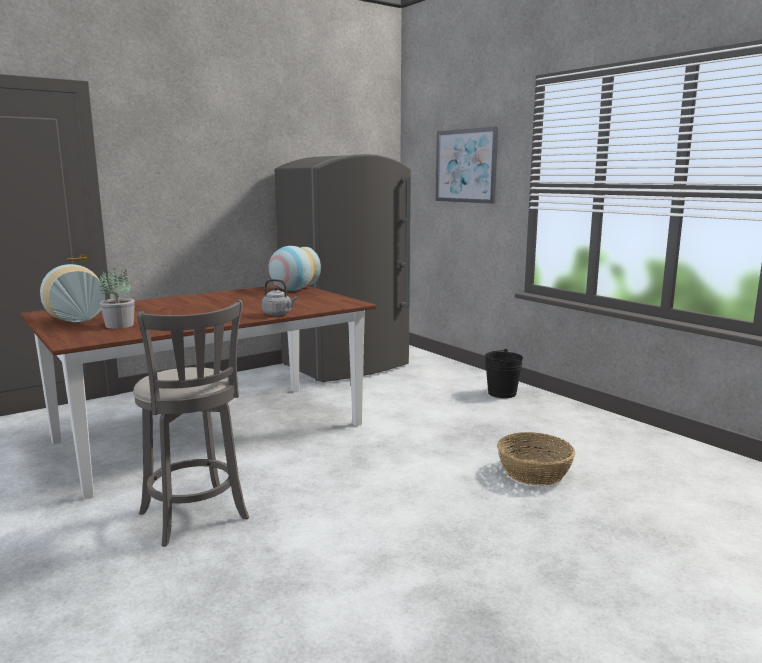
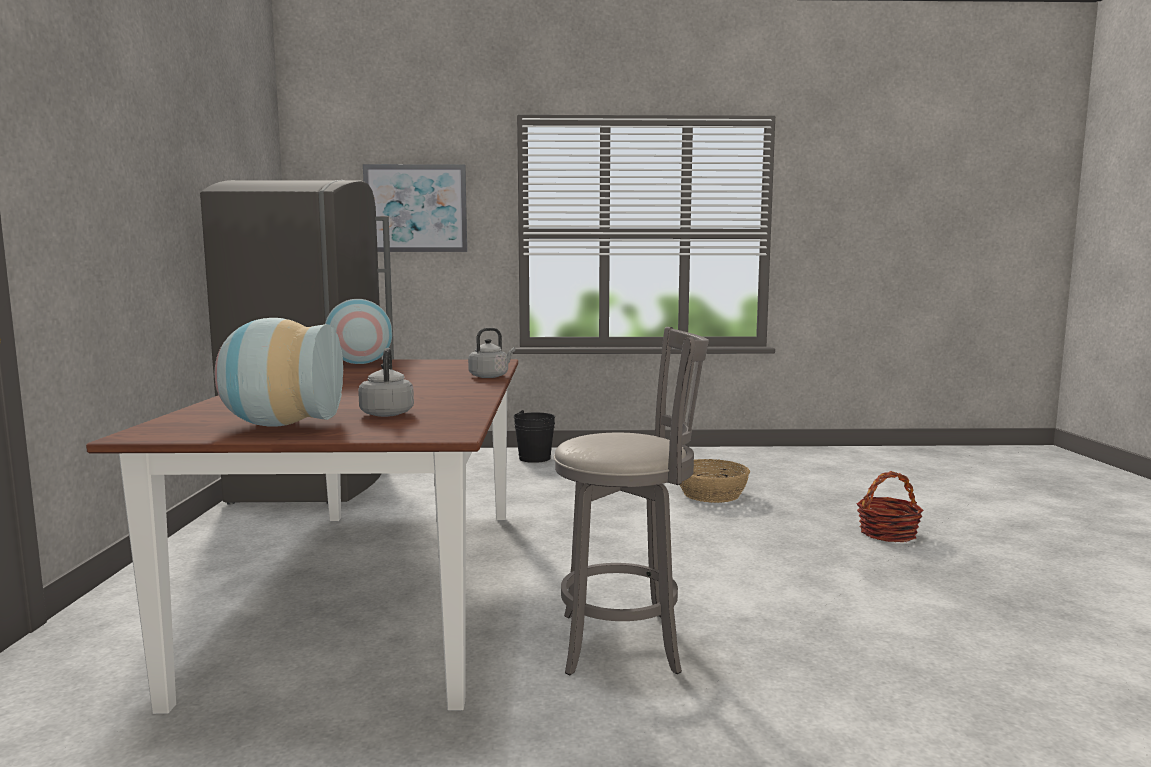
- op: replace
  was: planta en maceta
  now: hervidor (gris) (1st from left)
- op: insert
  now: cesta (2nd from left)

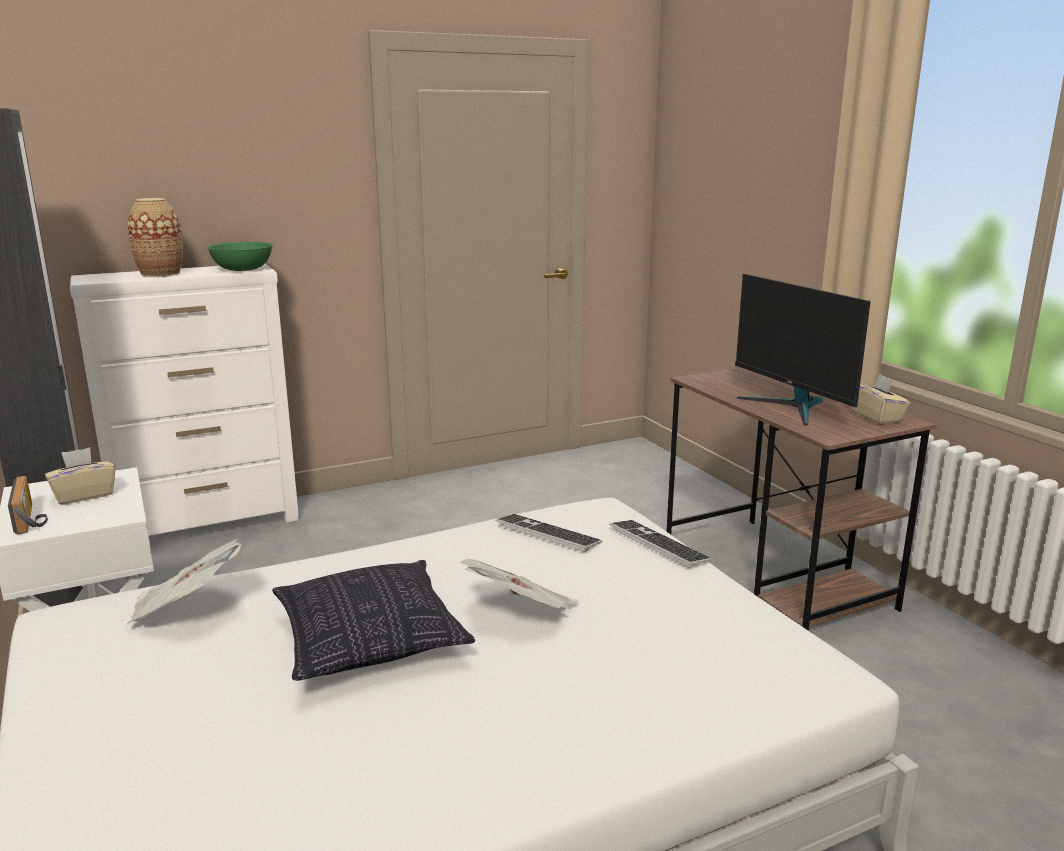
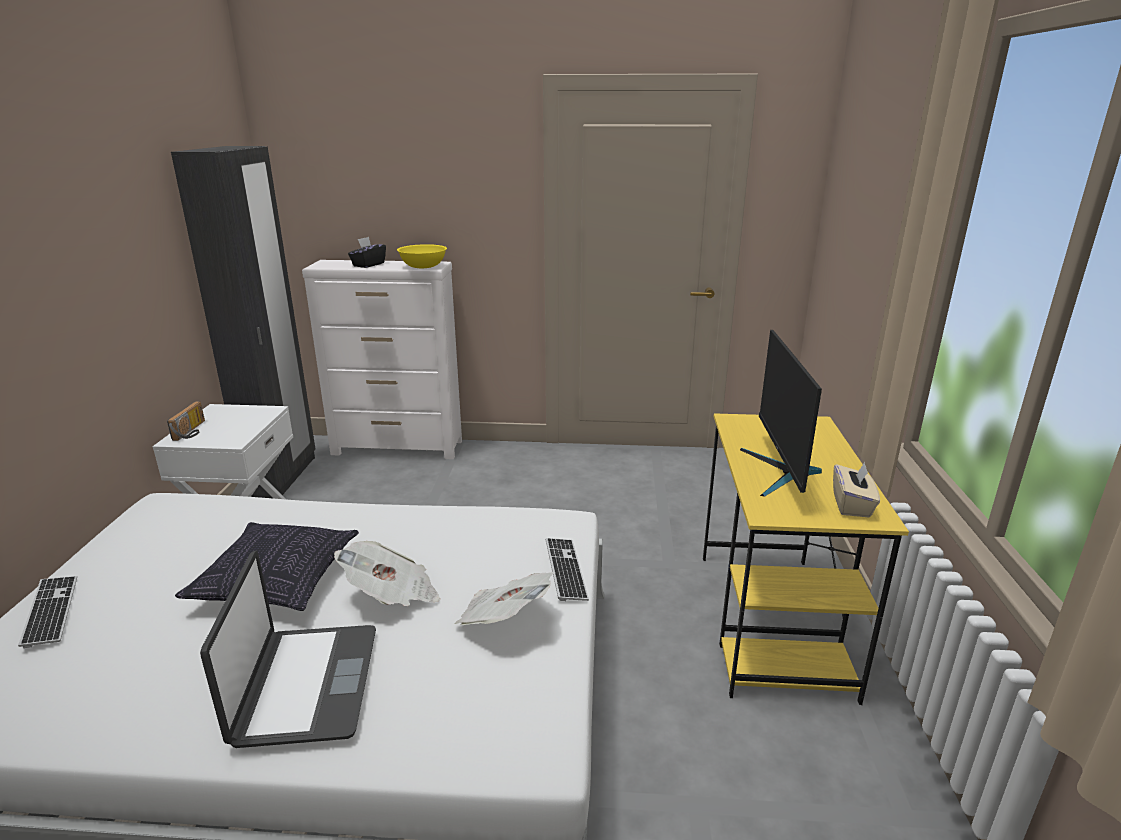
- op: delete
  was: caja de pañuelos (beis) (1st from left)
- op: move
  was: periódico (1st from left in the first image)
  now: periódico (2nd from left)
- op: replace
  was: florero
  now: caja de pañuelos (negro)
- op: recolor
  was: cuenco (verde)
  now: cuenco (amarillo)
- op: move
  was: teclado (1st from left)
- op: recolor
  was: escritorio (marrón)
  now: escritorio (amarillo)
- op: insert
  now: portátil

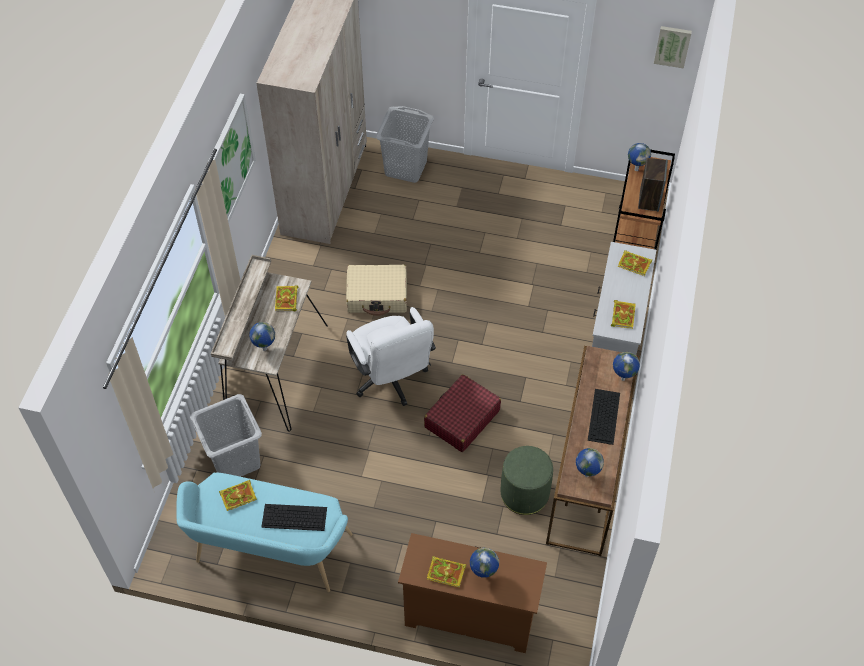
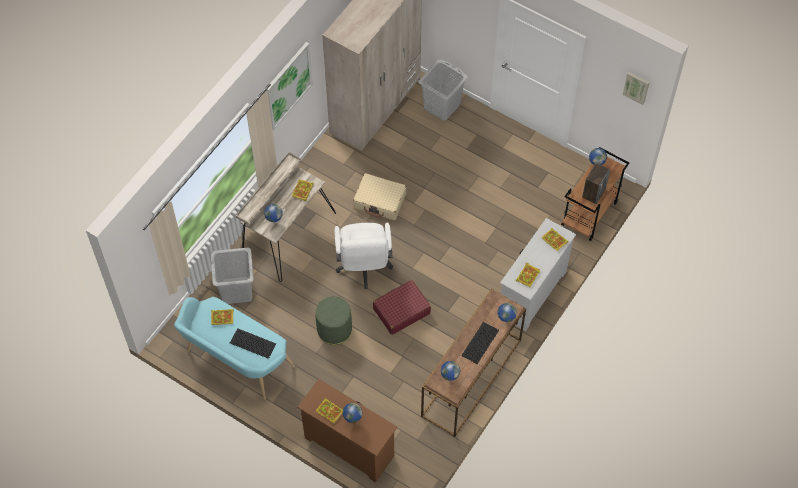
- op: move
  was: puf (verde)

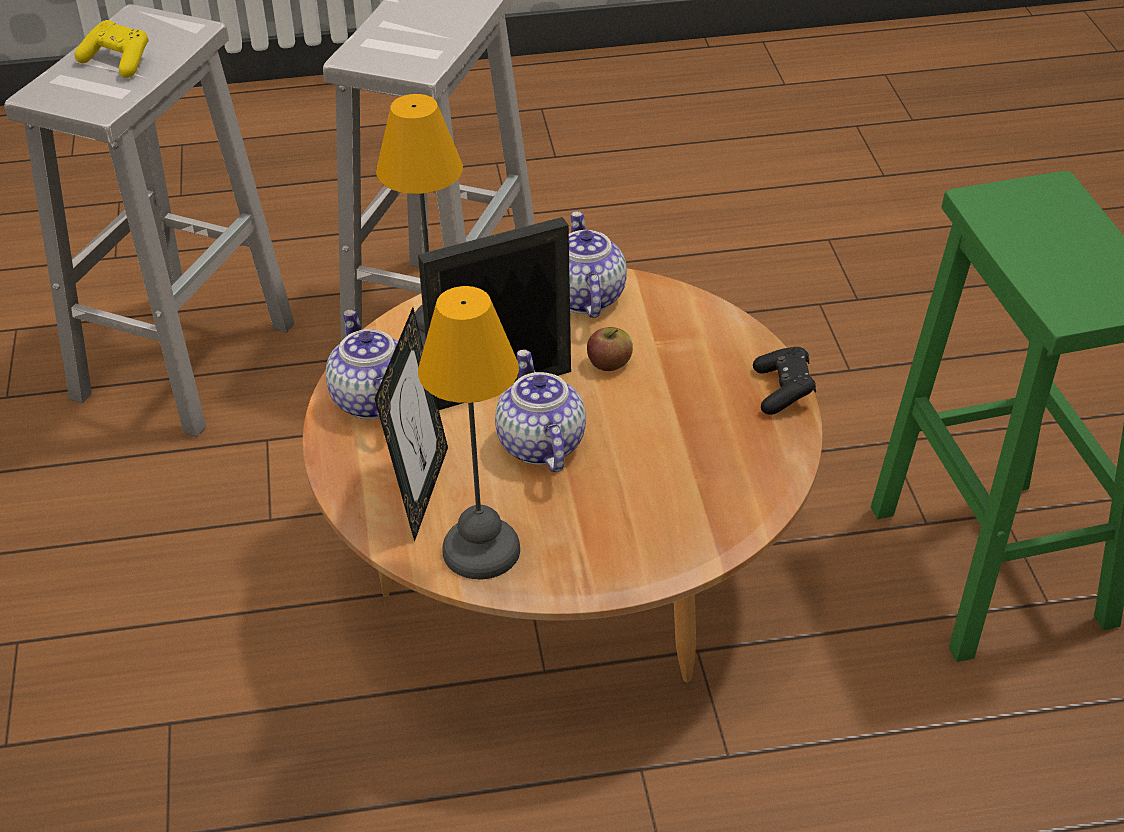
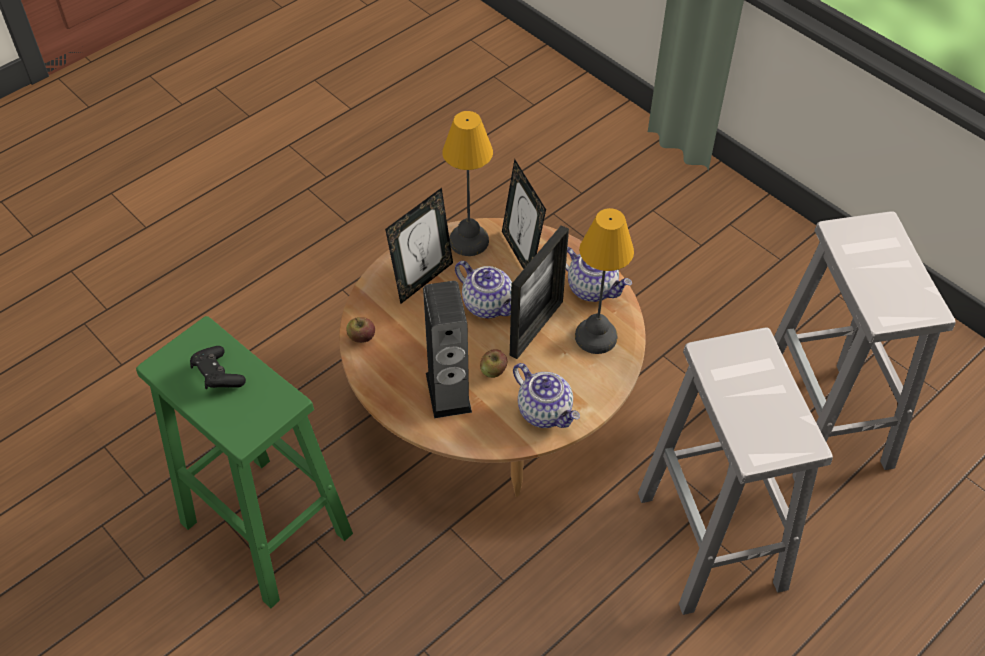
- op: delete
  was: mando de consola (amarillo)
- op: move
  was: mando de consola (negro)
- op: insert
  now: manzana (1st from left)
- op: insert
  now: portarretratos (1st from left)
- op: insert
  now: altavoz

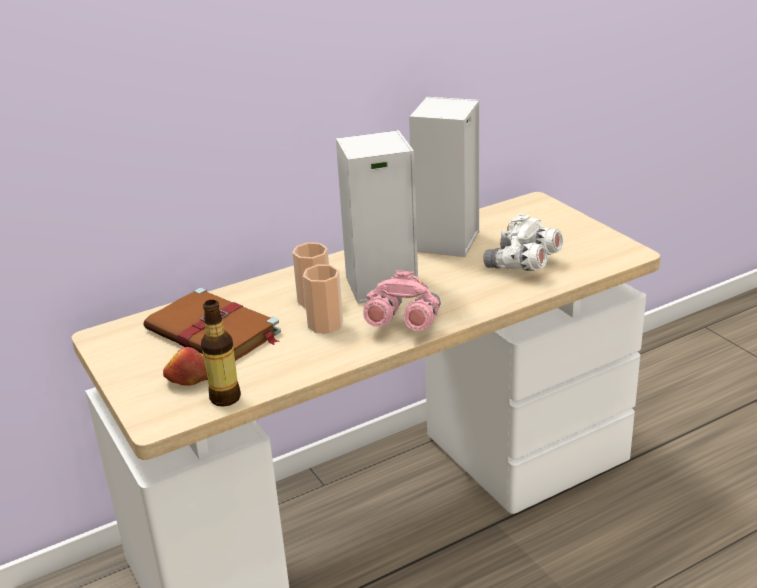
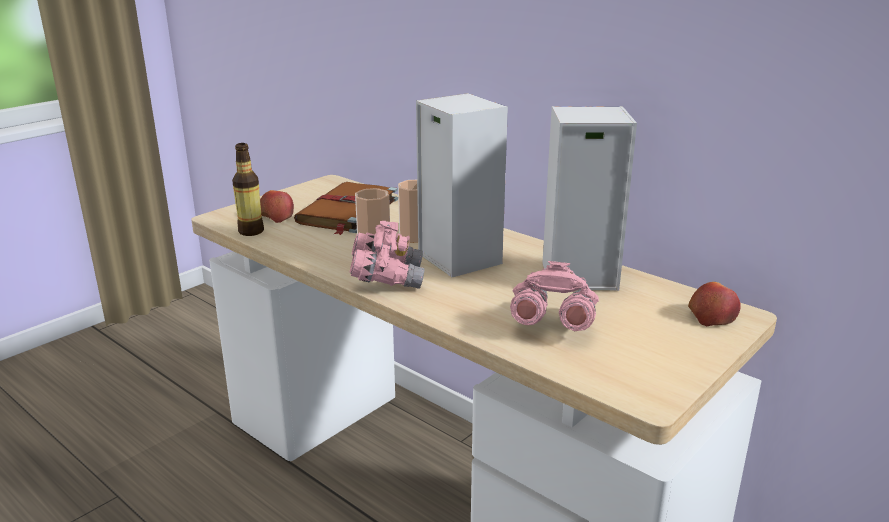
- op: recolor
  was: prismáticos (blanco)
  now: prismáticos (rosa) (2nd from left)
- op: insert
  now: manzana (2nd from left)

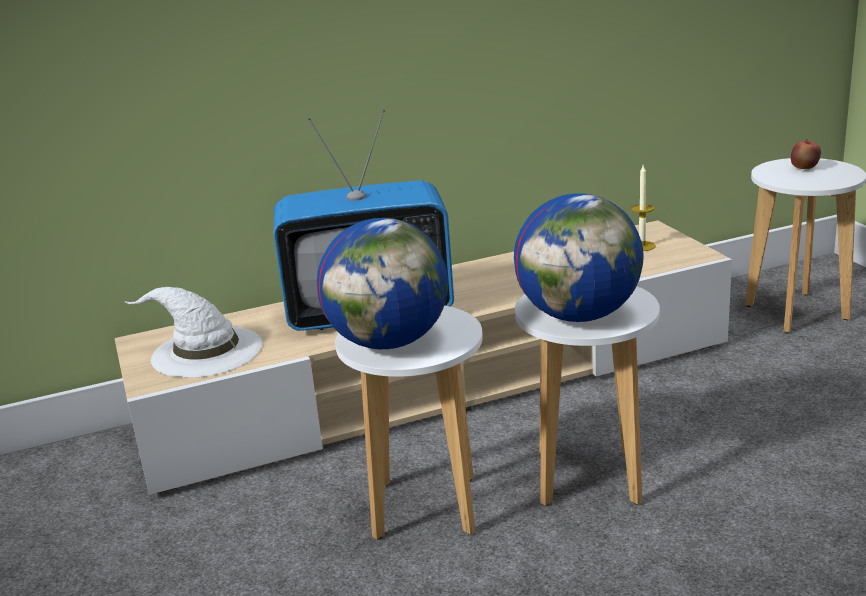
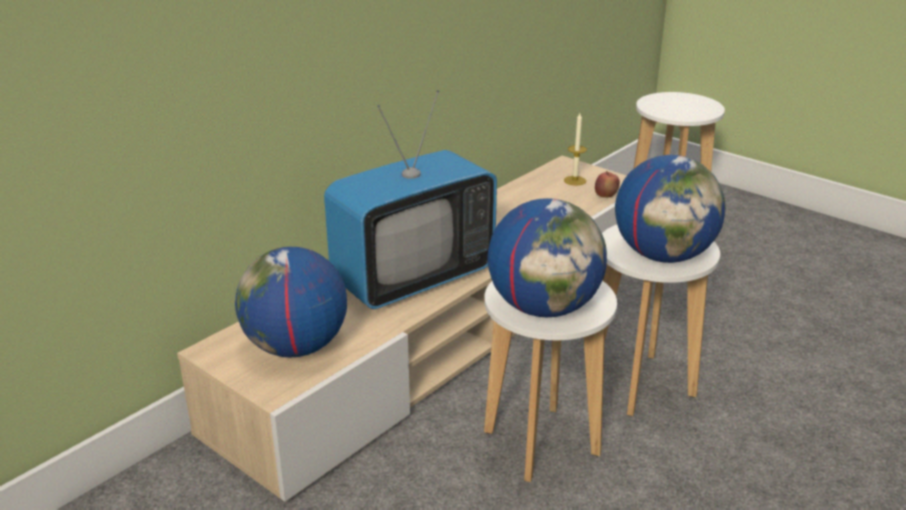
- op: replace
  was: sombrero (blanco)
  now: globo terráqueo (1st from left)
- op: move
  was: manzana

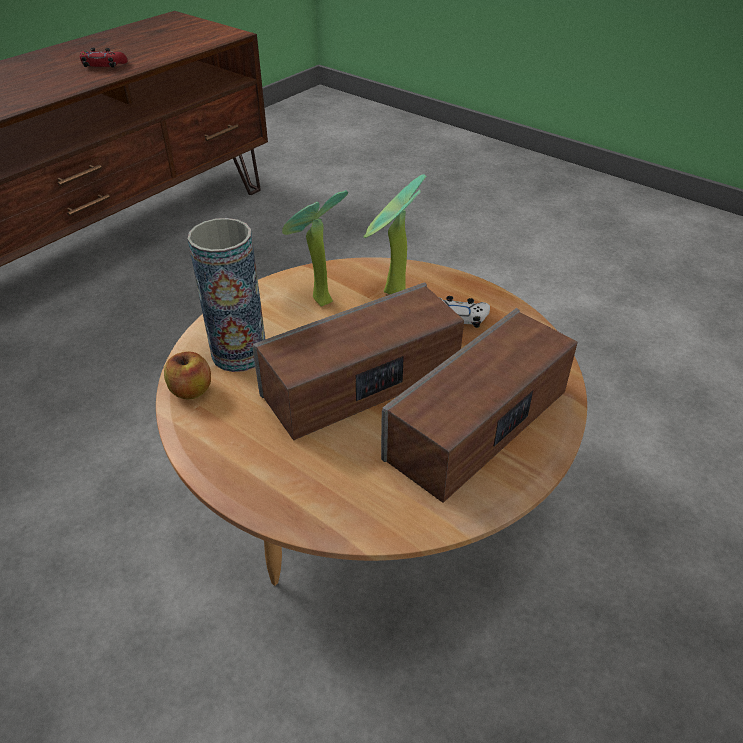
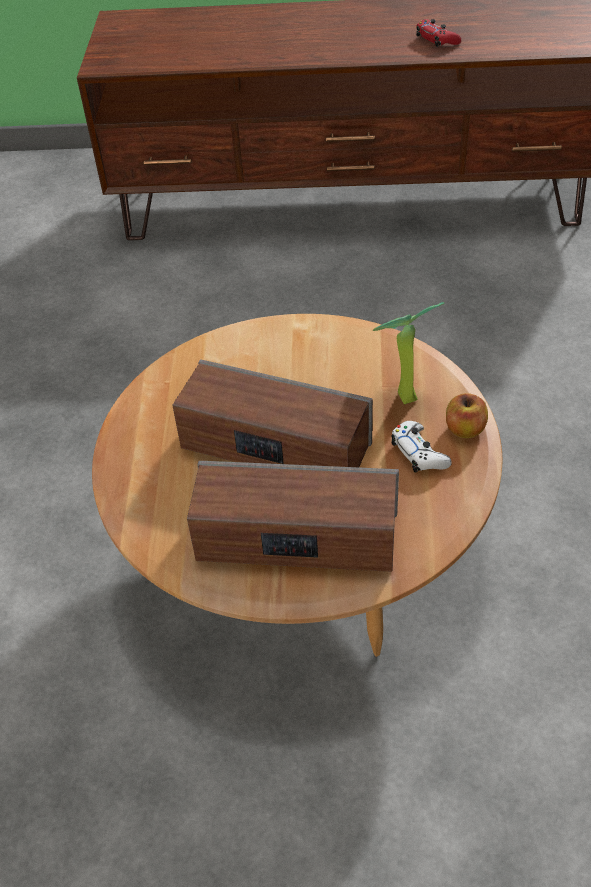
- op: move
  was: manzana
- op: delete
  was: florero
- op: delete
  was: planta en maceta (1st from left)

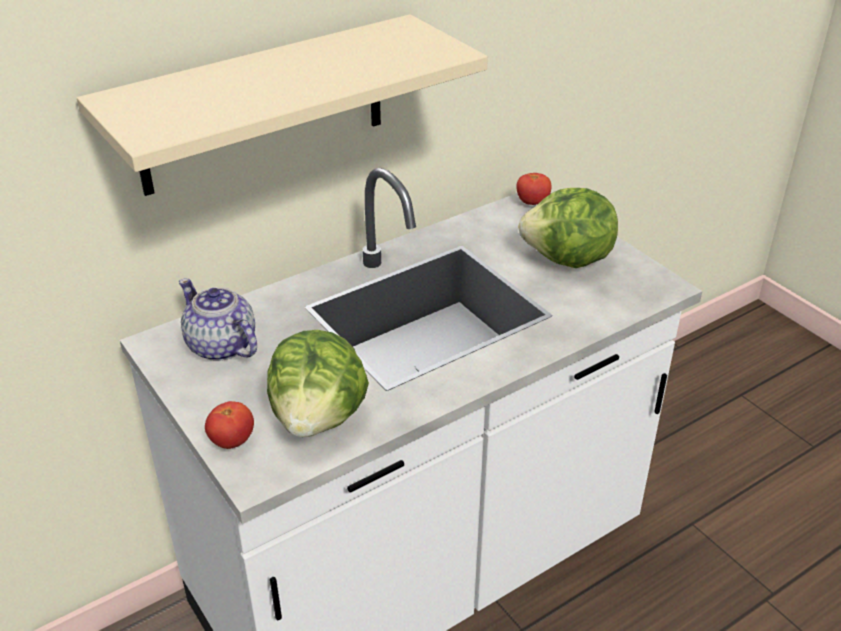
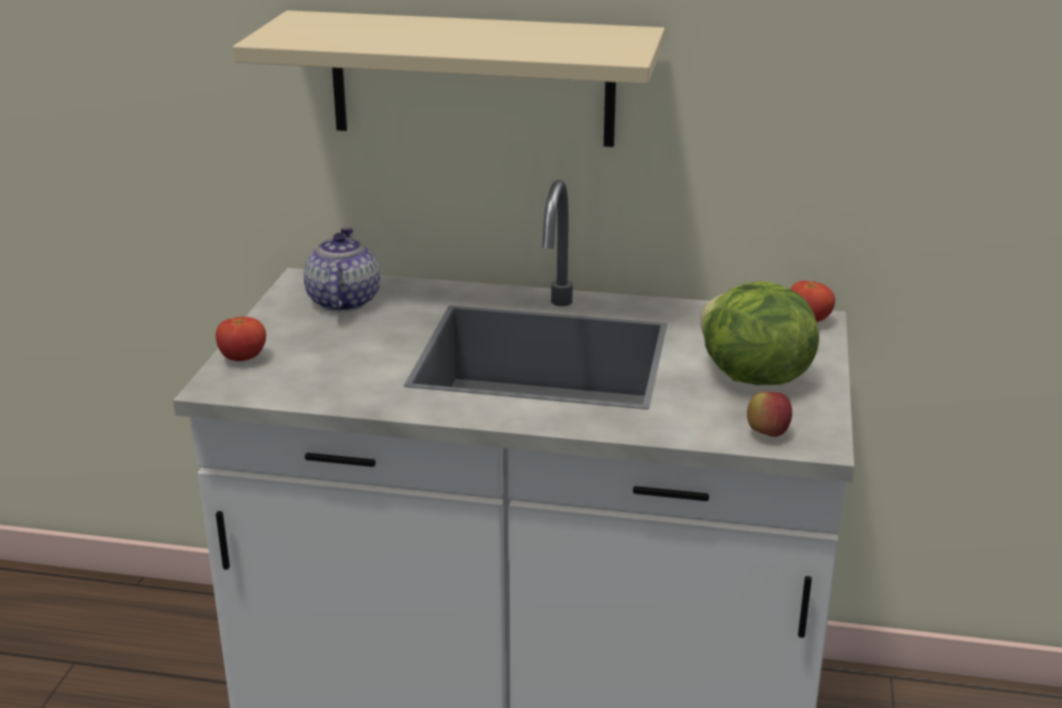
- op: delete
  was: lechuga (1st from left)
- op: insert
  now: manzana

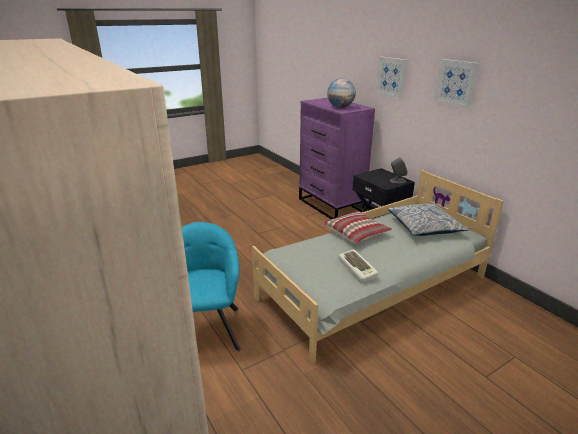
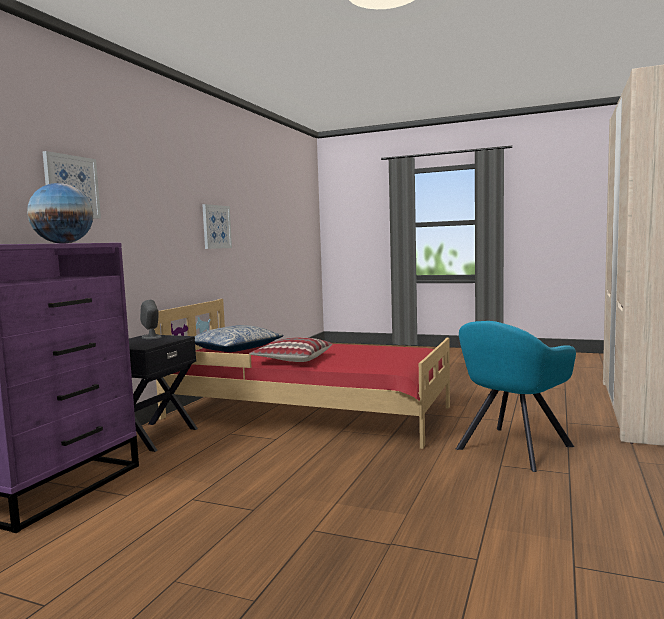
- op: recolor
  was: cama (gris)
  now: cama (rojo)
- op: delete
  was: teclado
- op: move
  was: cuadro (2nd from left)

